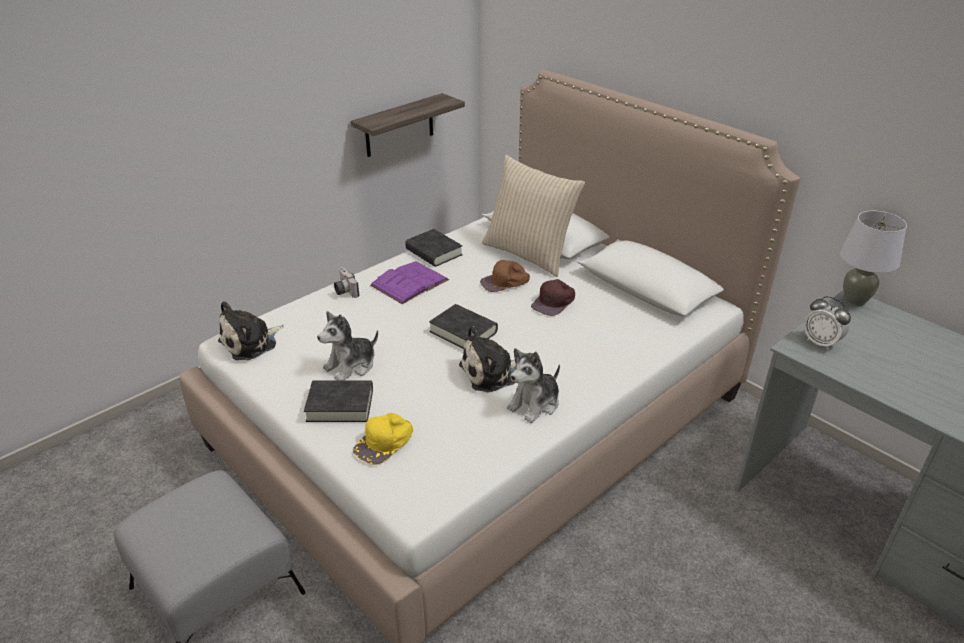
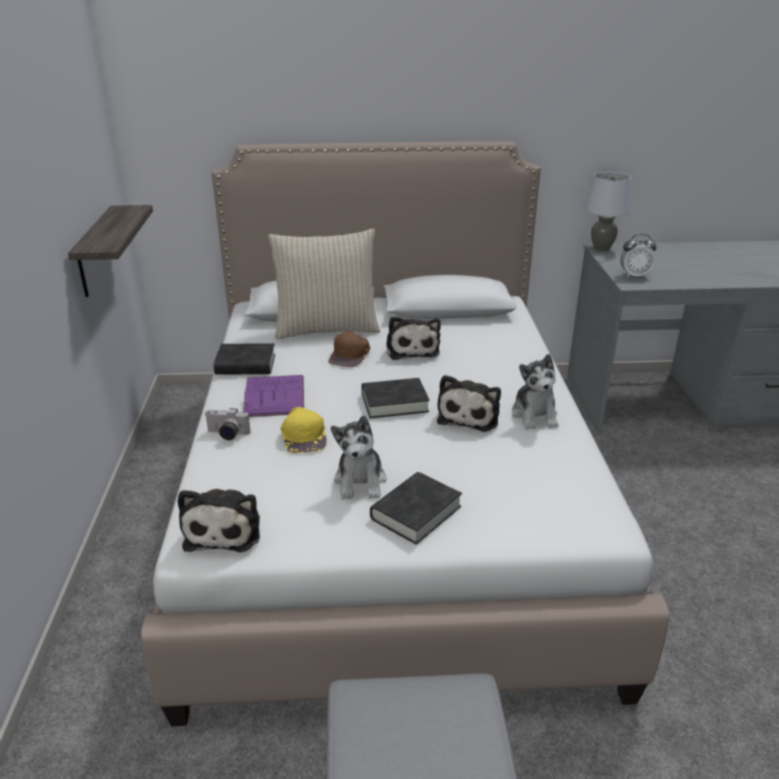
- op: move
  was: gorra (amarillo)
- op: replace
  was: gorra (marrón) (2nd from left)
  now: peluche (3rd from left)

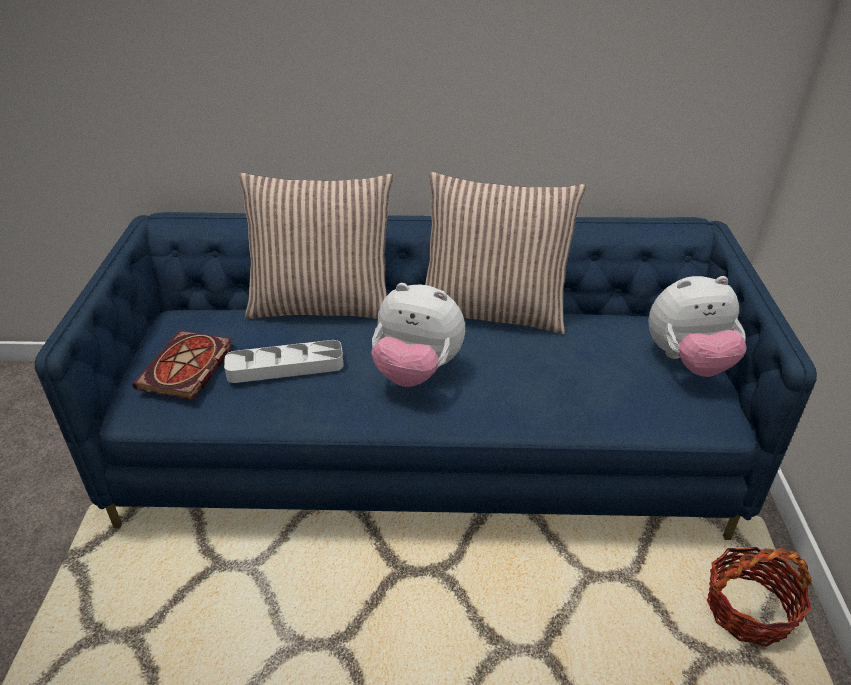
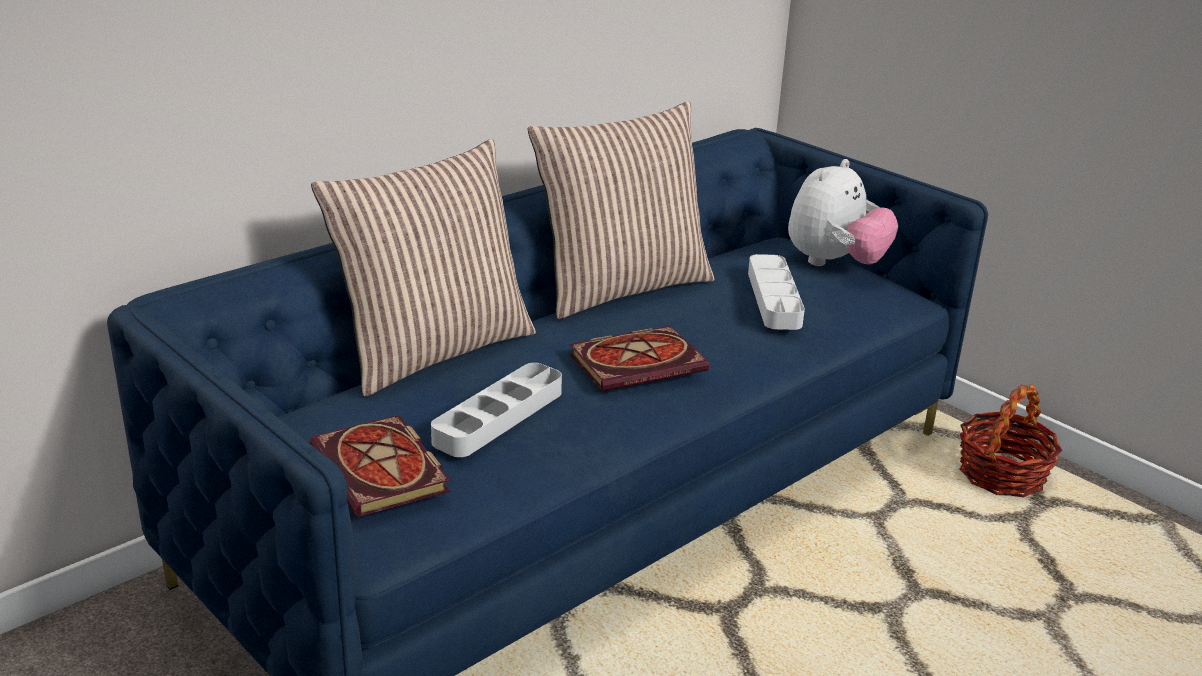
- op: replace
  was: peluche (1st from left)
  now: libro (2nd from left)
- op: insert
  now: bandeja (gris) (2nd from left)

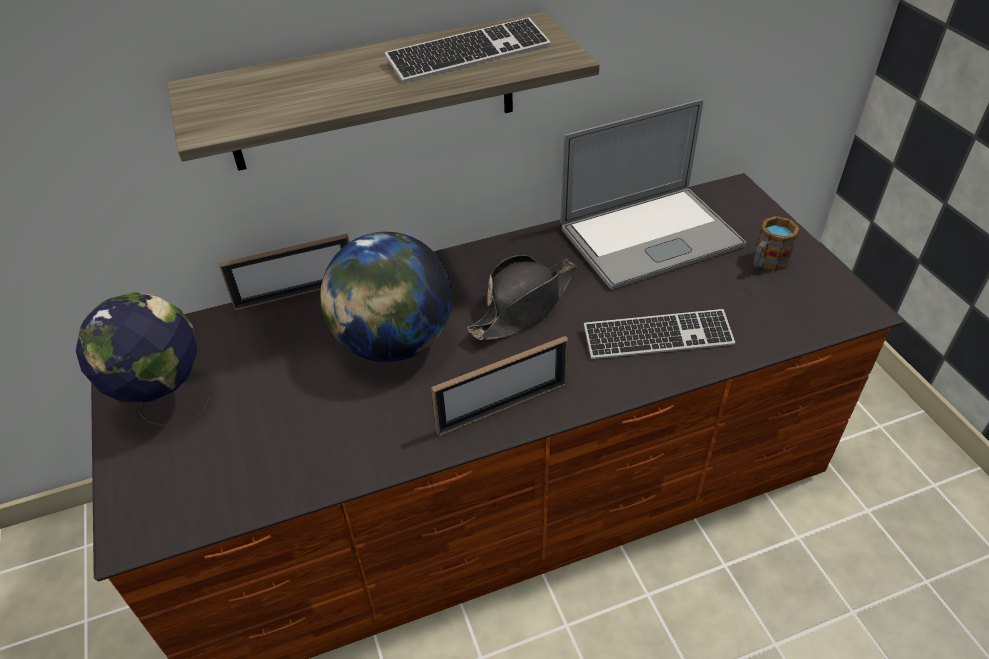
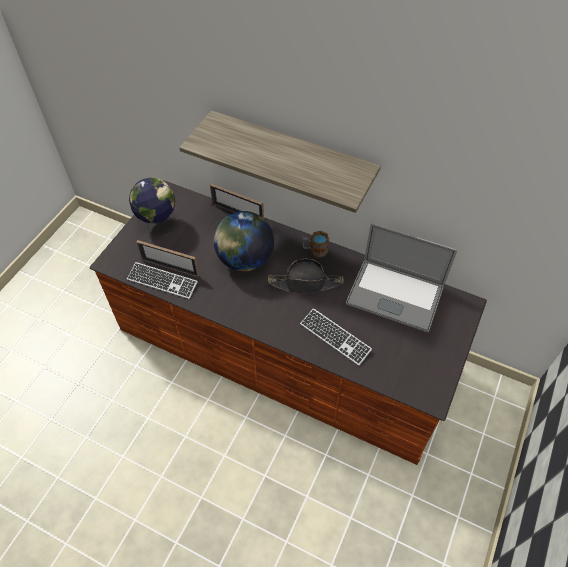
- op: move
  was: teclado (1st from left)
- op: move
  was: portarretratos (2nd from left in the first image)
  now: portarretratos (1st from left)
- op: move
  was: taza grande

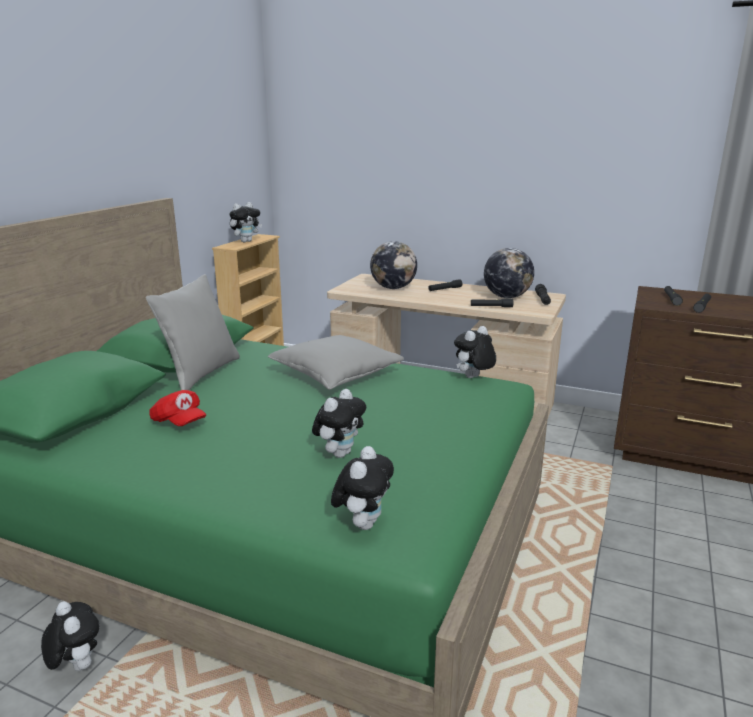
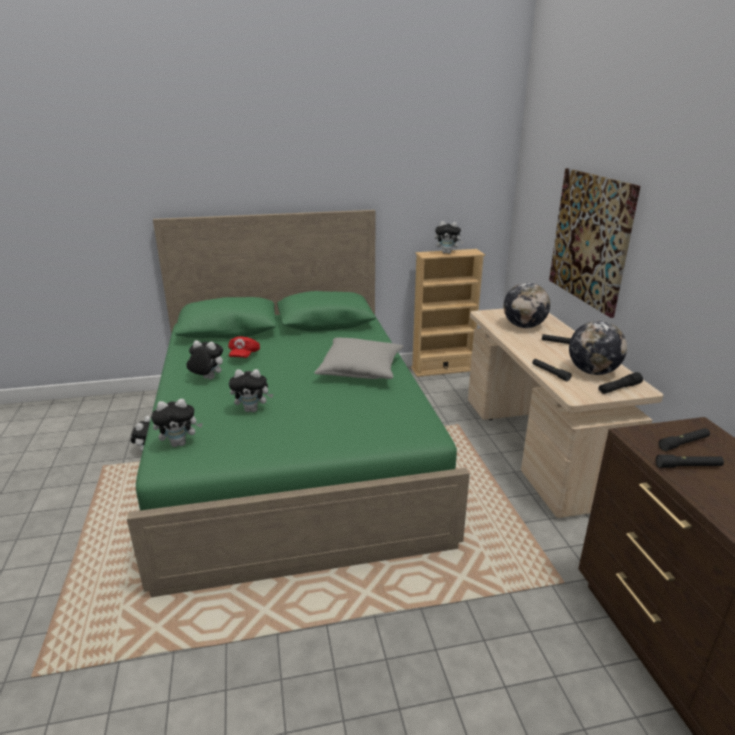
- op: delete
  was: cojín (gris) (1st from left)
- op: move
  was: peluche (5th from left in the first image)
  now: peluche (3rd from left)
- op: insert
  now: cuadro

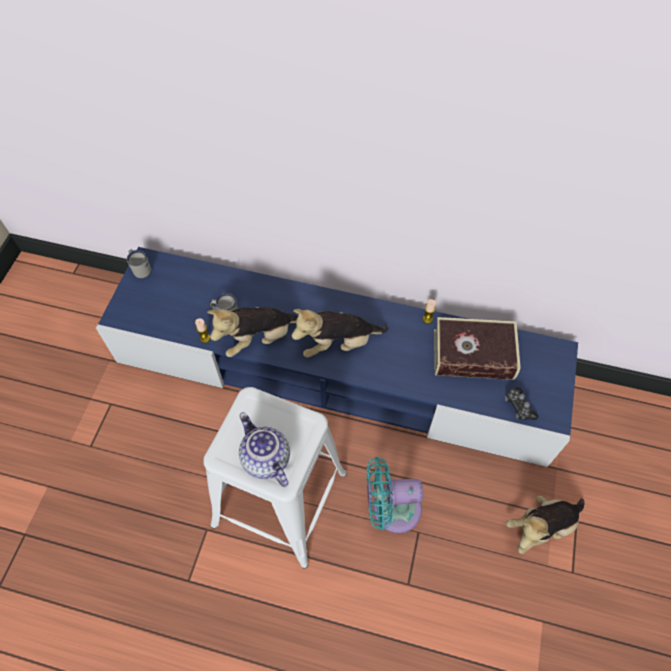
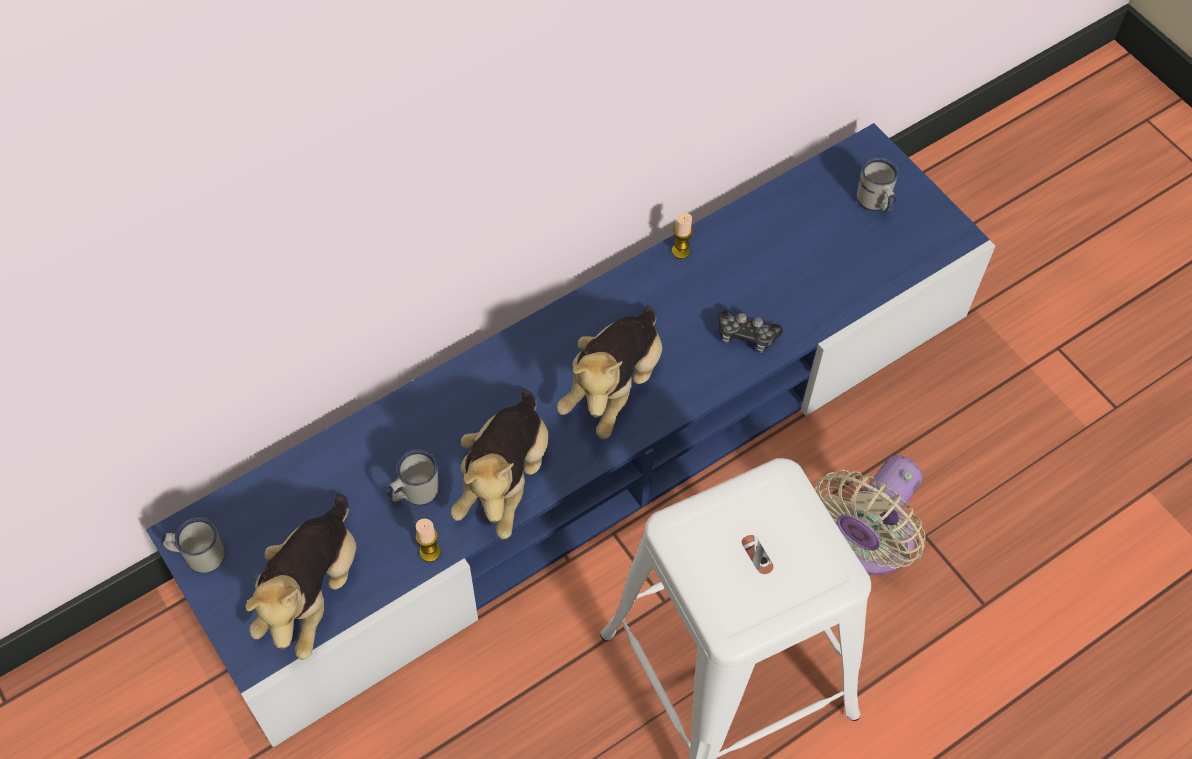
- op: delete
  was: tetera
- op: recolor
  was: ventilador (turquesa)
  now: ventilador (beis)
- op: delete
  was: libro
- op: move
  was: mando de consola
- op: move
  was: peluche (3rd from left in the first image)
  now: peluche (1st from left)
- op: insert
  now: taza grande (blanco) (3rd from left)

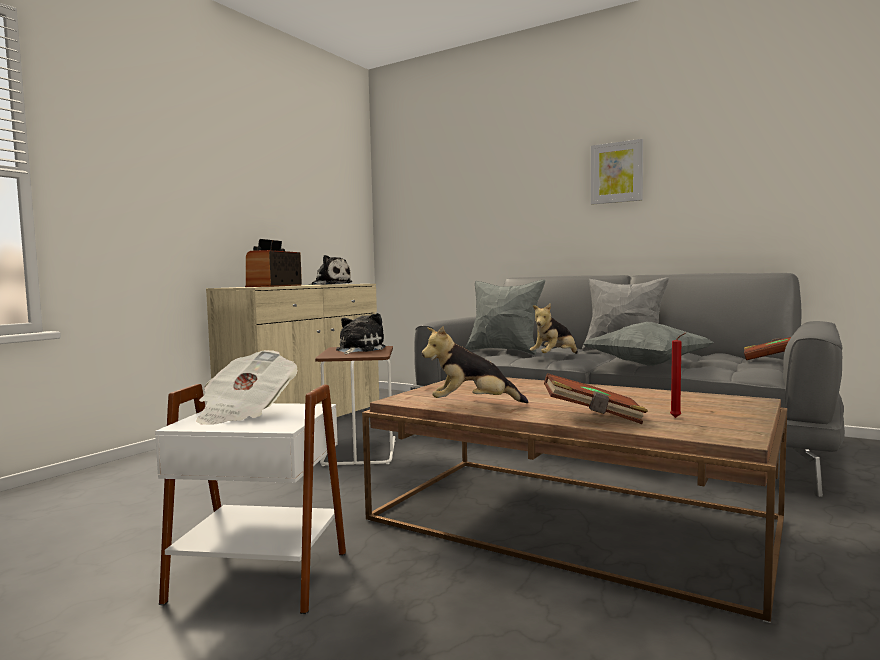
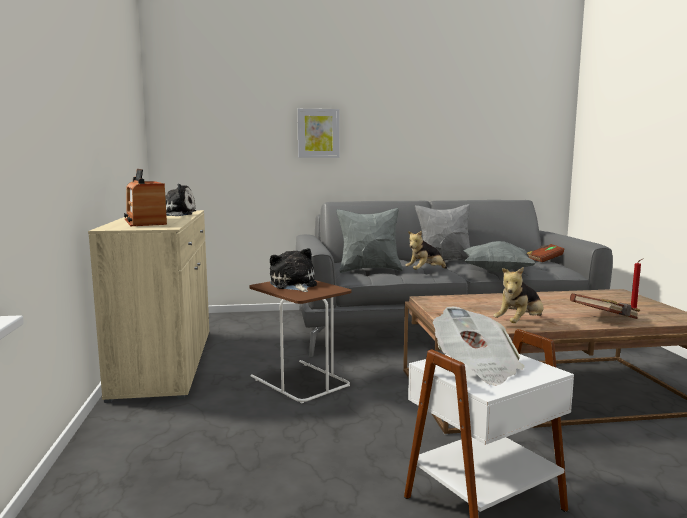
- op: rotate
  was: peluche (4th from left in the first image)
  clockwise: 45
- op: move
  was: cuadro

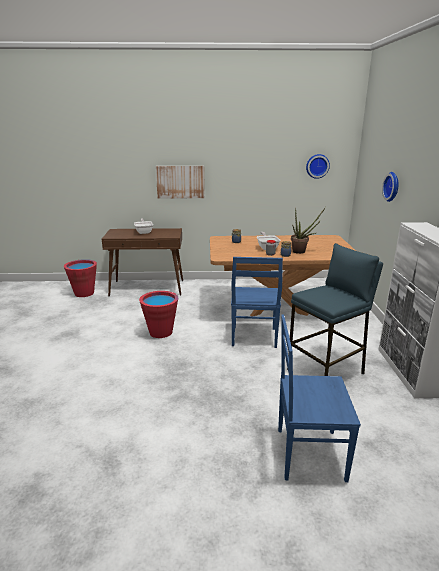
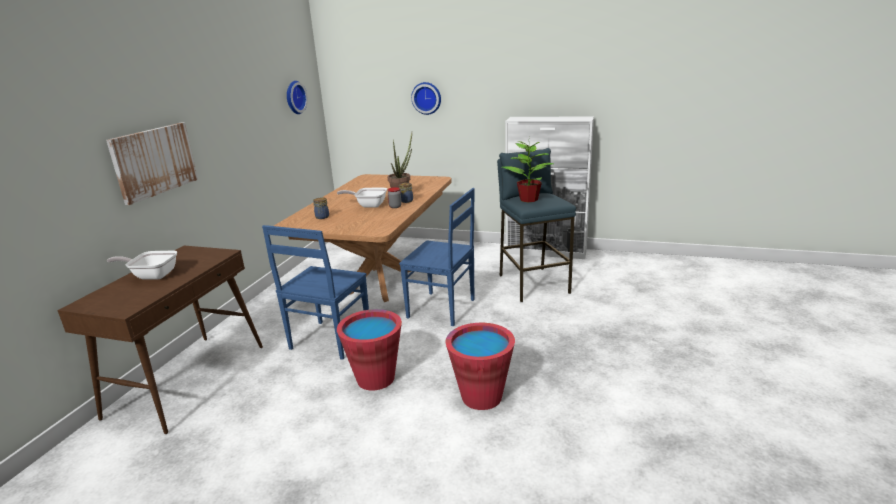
- op: move
  was: cubo (rojo) (1st from left in the first image)
  now: cubo (rojo) (2nd from left)
- op: move
  was: silla (azul) (2nd from left in the first image)
  now: silla (azul) (1st from left)
- op: insert
  now: planta en maceta (2nd from left)

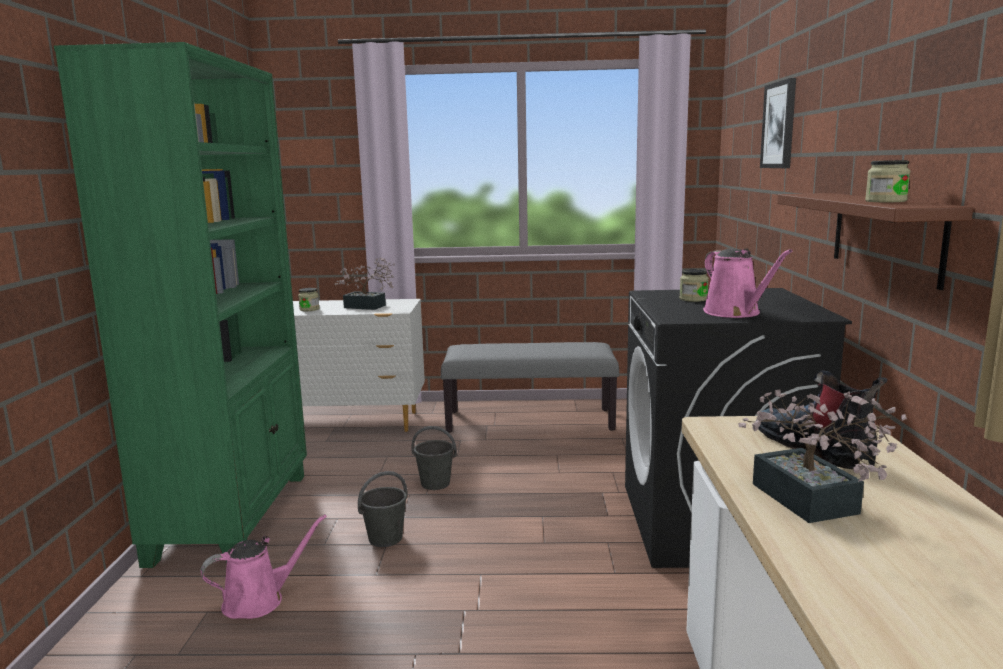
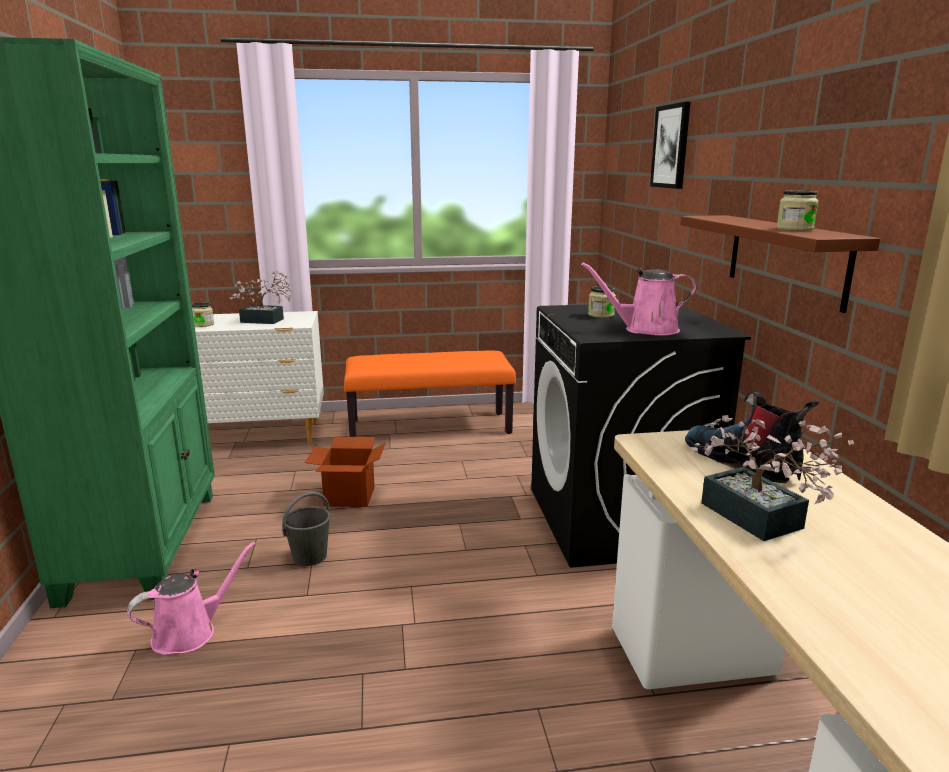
- op: replace
  was: cubo (gris) (2nd from left)
  now: caja de cartón
- op: recolor
  was: banco (gris)
  now: banco (naranja)
- op: rotate
  was: regadera (rosa) (2nd from left)
  clockwise: 120

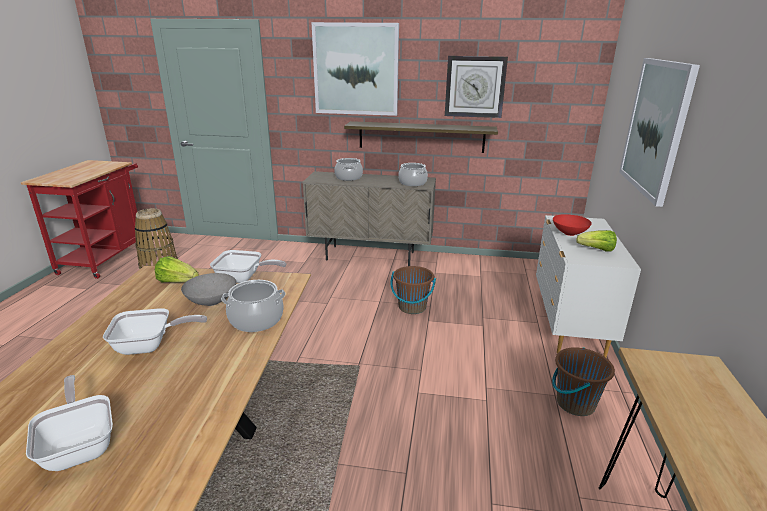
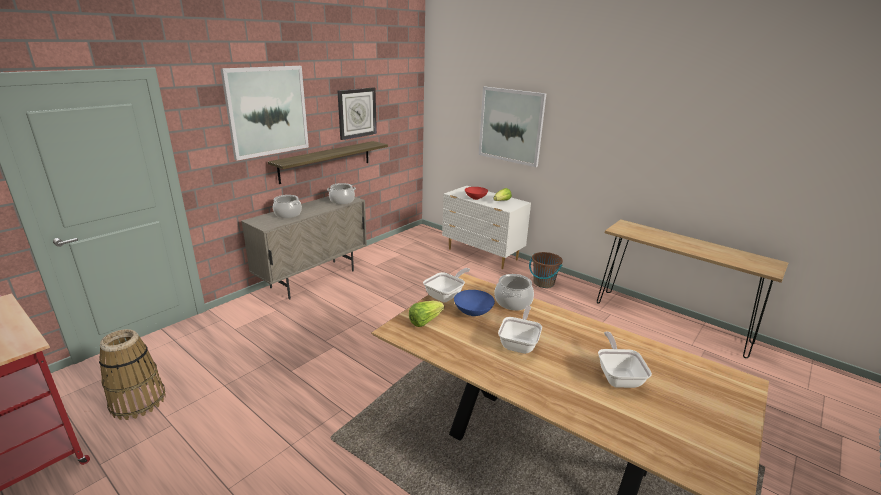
- op: rotate
  was: sartén (1st from left in the first image)
  clockwise: 90
- op: recolor
  was: cuenco (gris)
  now: cuenco (azul)
- op: delete
  was: cubo (marrón) (1st from left)

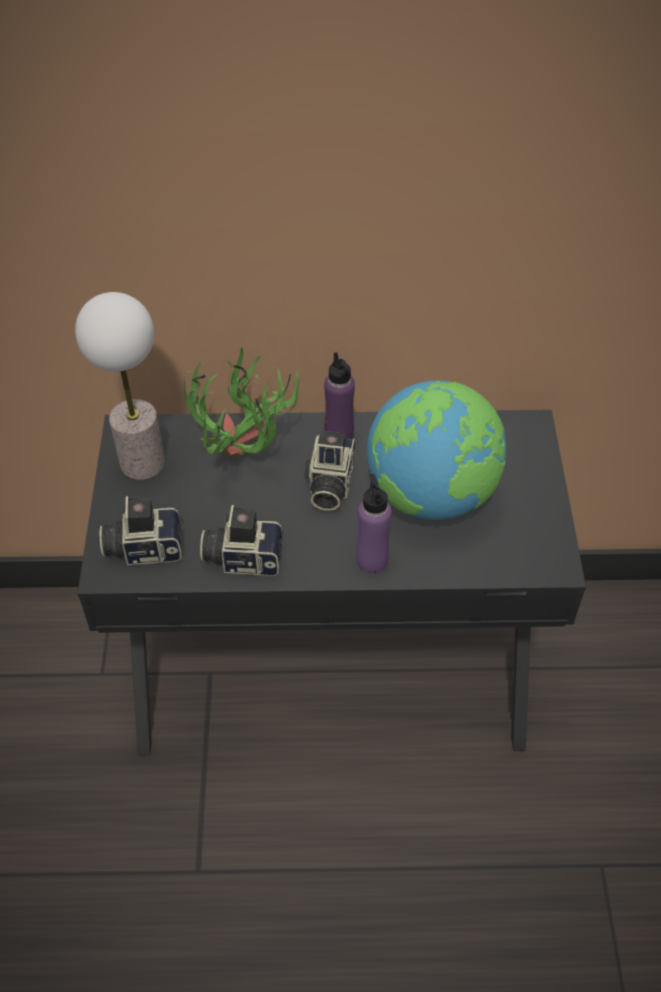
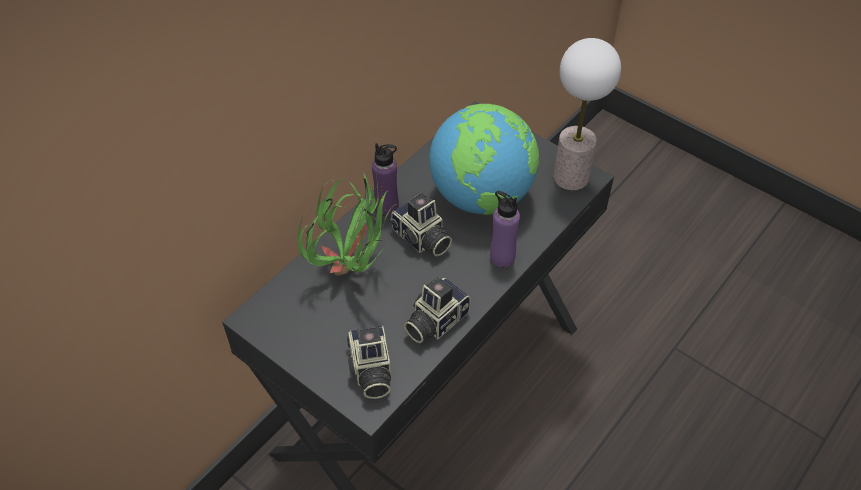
- op: move
  was: lámpara de mesa
- op: rotate
  was: cámara (1st from left)
  clockwise: -45

